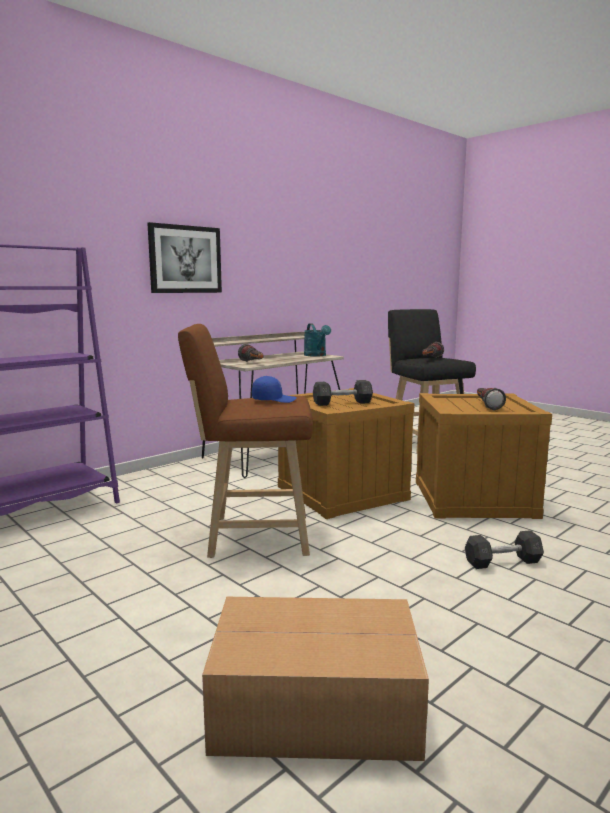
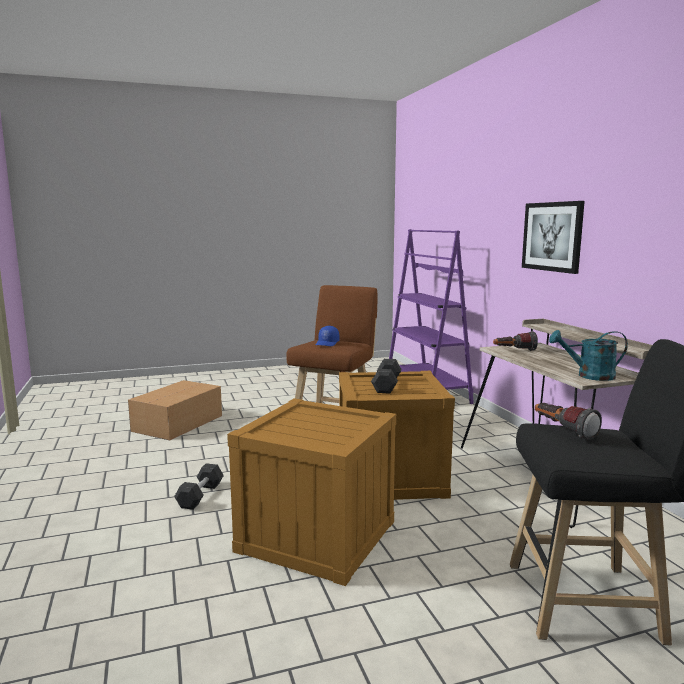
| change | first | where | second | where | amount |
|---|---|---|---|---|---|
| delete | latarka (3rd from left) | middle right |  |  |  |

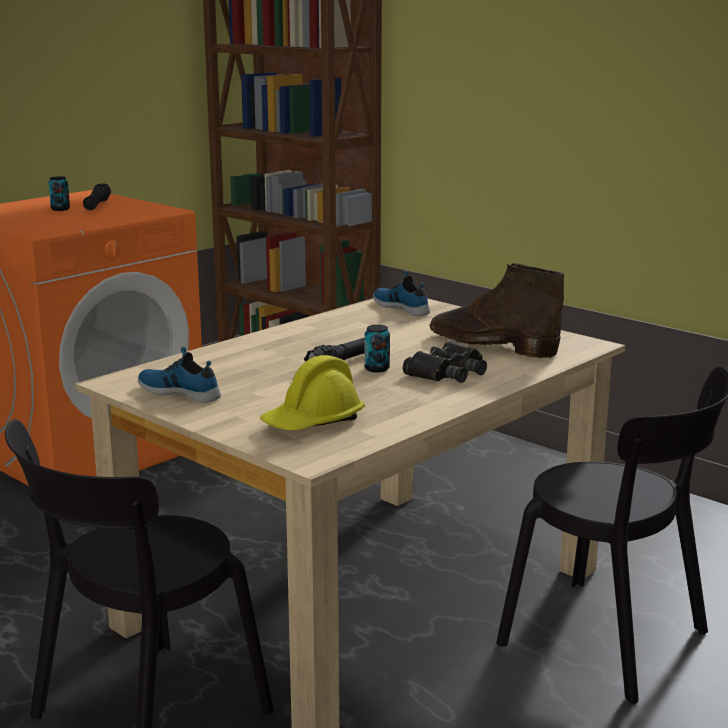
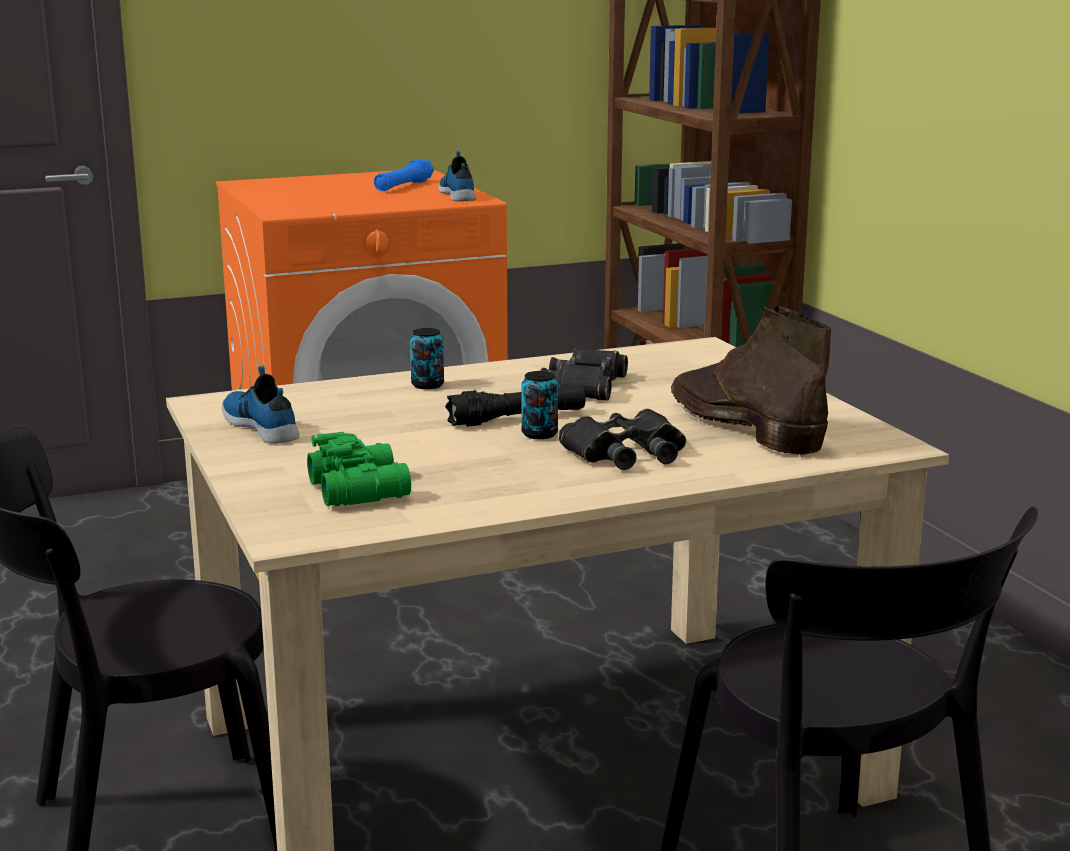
| change | first | where | second | where | amount |
|---|---|---|---|---|---|
| insert |  |  | lornetka (czarny) (1st from left) | centre |  |
| move | puszka (1st from left) | top left |  | centre |  |
| move | but (2nd from left) | centre |  | top centre |  |
| replace | kask (żółty) | centre | lornetka (zielony) | centre |  |
| recolor | latarka (czarny) (1st from left) | top left | latarka (niebieski) | top centre |  |

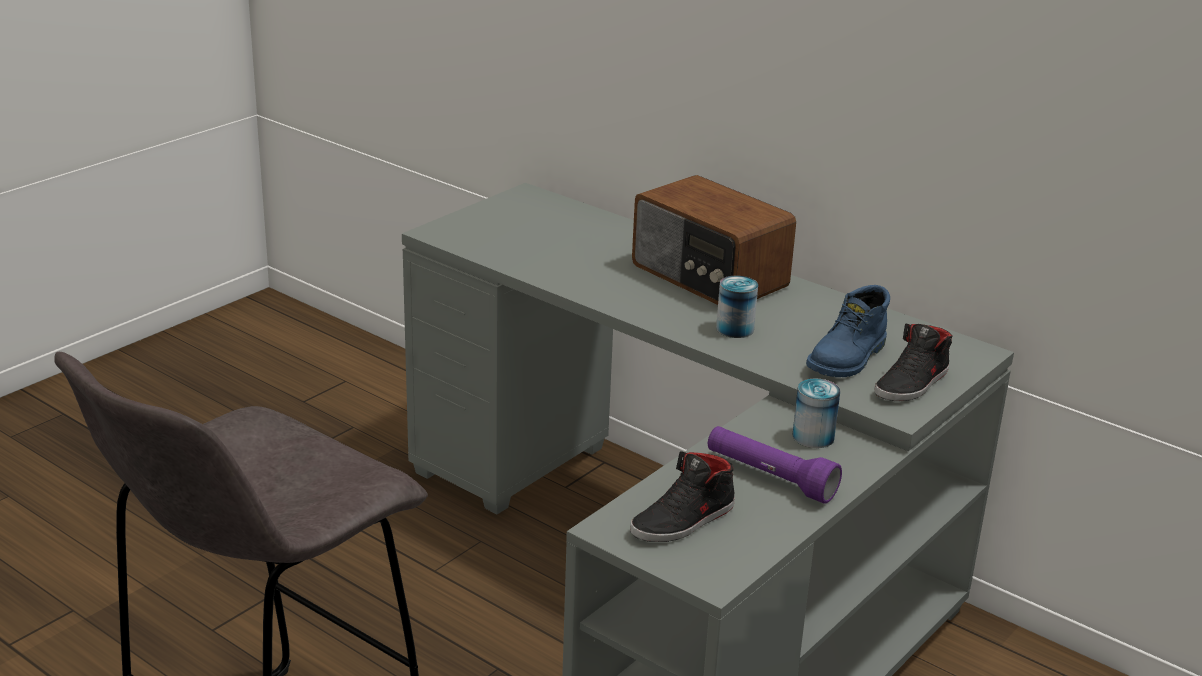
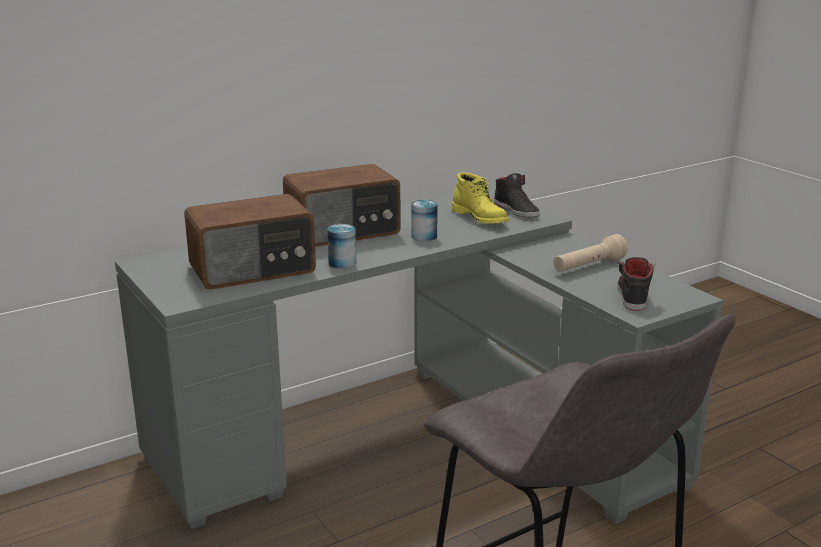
| change | first | where | second | where | amount |
|---|---|---|---|---|---|
| insert |  |  | radio (1st from left) | middle left |  |
| move | puszka (2nd from left in the first image) | middle right | puszka (1st from left) | centre |  |
| recolor | latarka (fioletowy) | bottom centre | latarka (beżowy) | middle right |  |
| recolor | but z cholewką (niebieski) | middle right | but z cholewką (żółty) | centre |  |
| rotate | but (czarny) (1st from left in the first image) | bottom centre | but (czarny) (2nd from left) | middle right | 150 degrees counterclockwise |

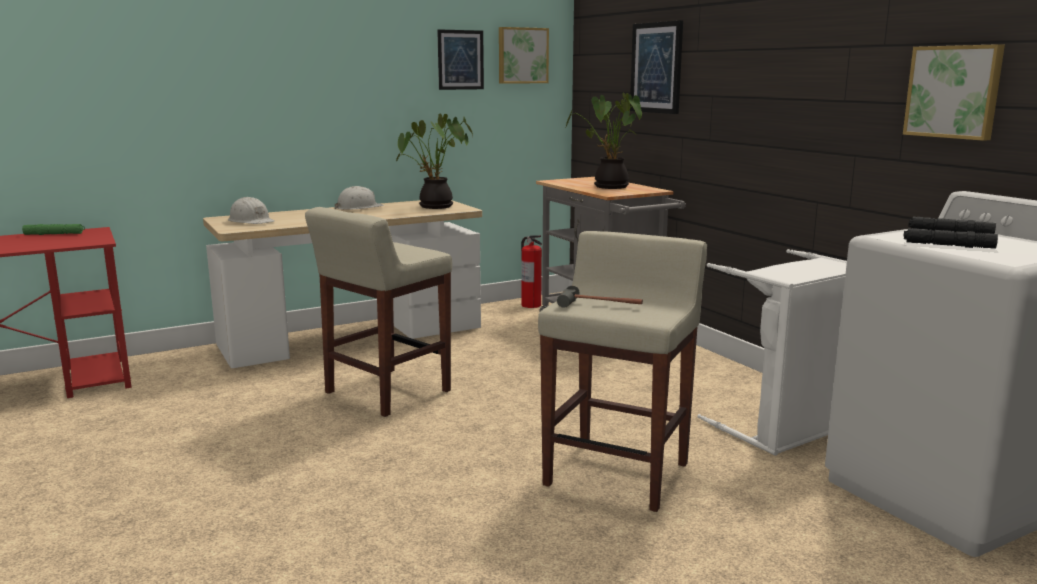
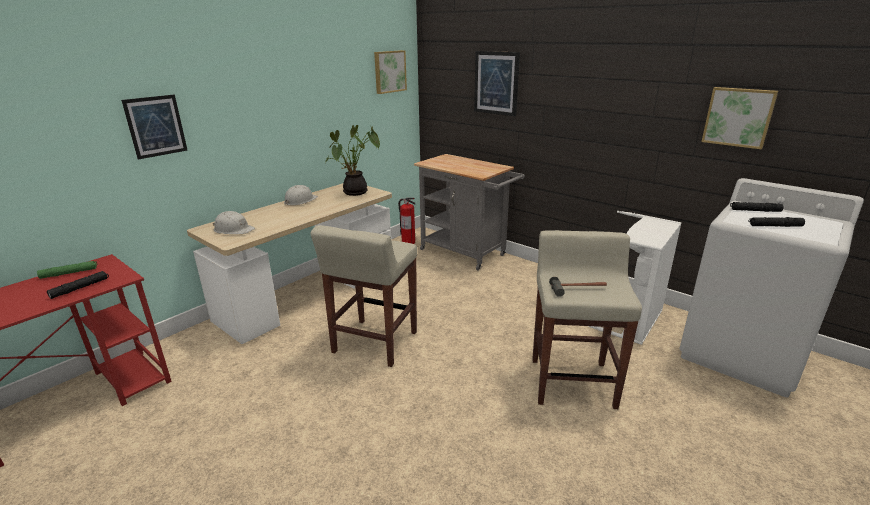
| change | first | where | second | where | amount |
|---|---|---|---|---|---|
| delete | roślina doniczkowa (2nd from left) | top centre |  |  |  |
| insert |  |  | latarka (czarny) (1st from left) | middle left |  |
| move | obraz (1st from left) | top centre |  | top left |  |

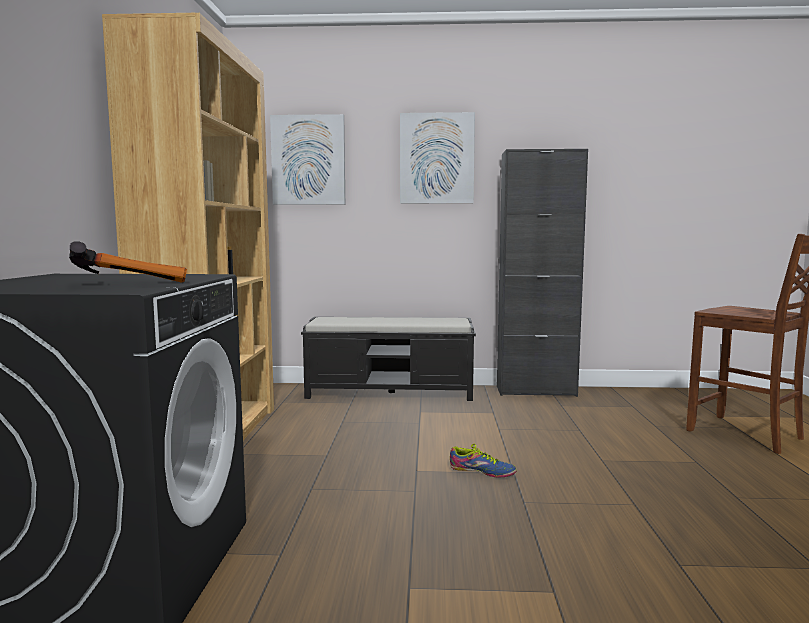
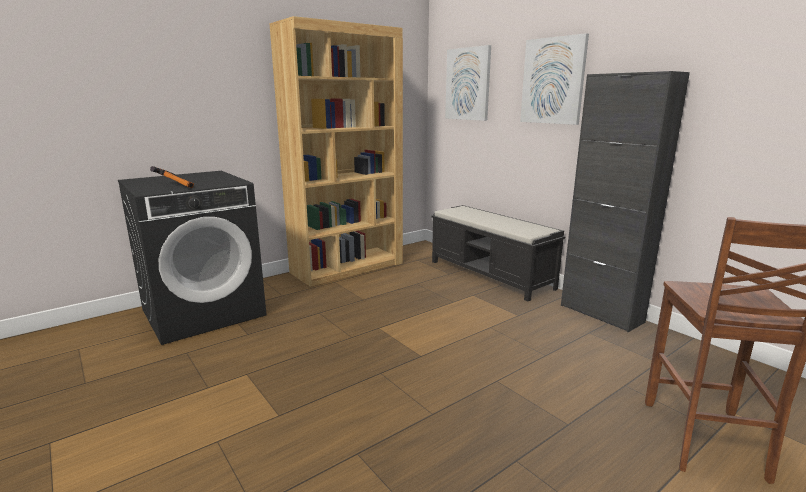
| change | first | where | second | where | amount |
|---|---|---|---|---|---|
| delete | but | bottom centre |  |  |  |

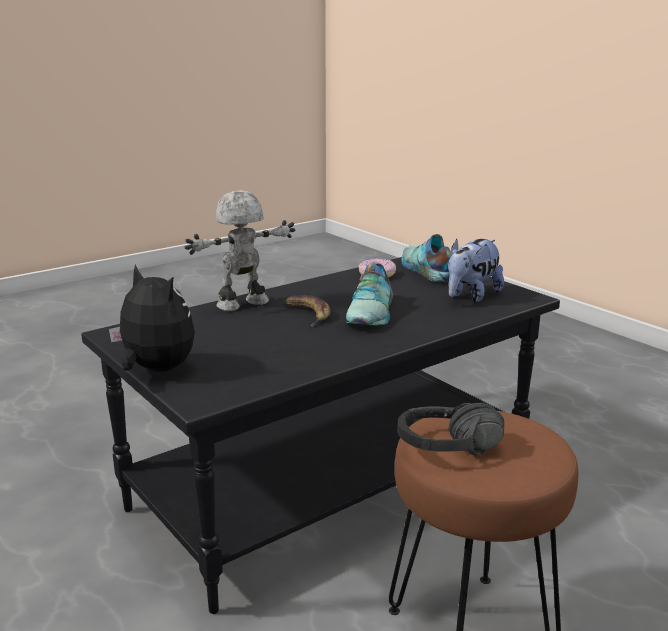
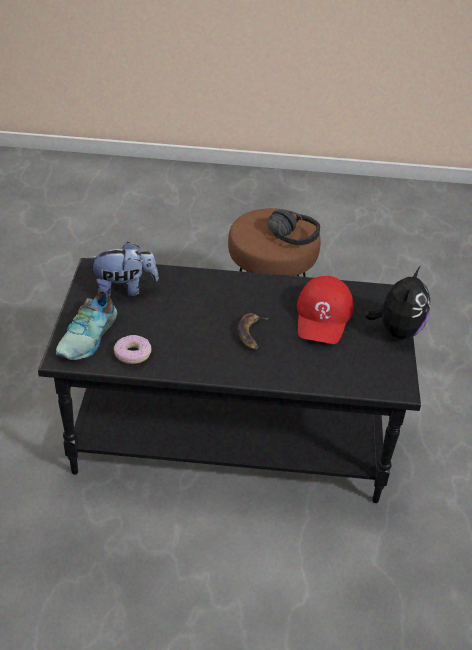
| change | first | where | second | where | amount |
|---|---|---|---|---|---|
| delete | robot zabawkowy | centre |  |  |  |
| delete | but (1st from left) | centre |  |  |  |
| insert |  |  | czapka z daszkiem (czerwony) | middle right |  |
| rotate | pluszak (1st from left in the first image) | middle left | pluszak (2nd from left) | middle right | 150 degrees counterclockwise |

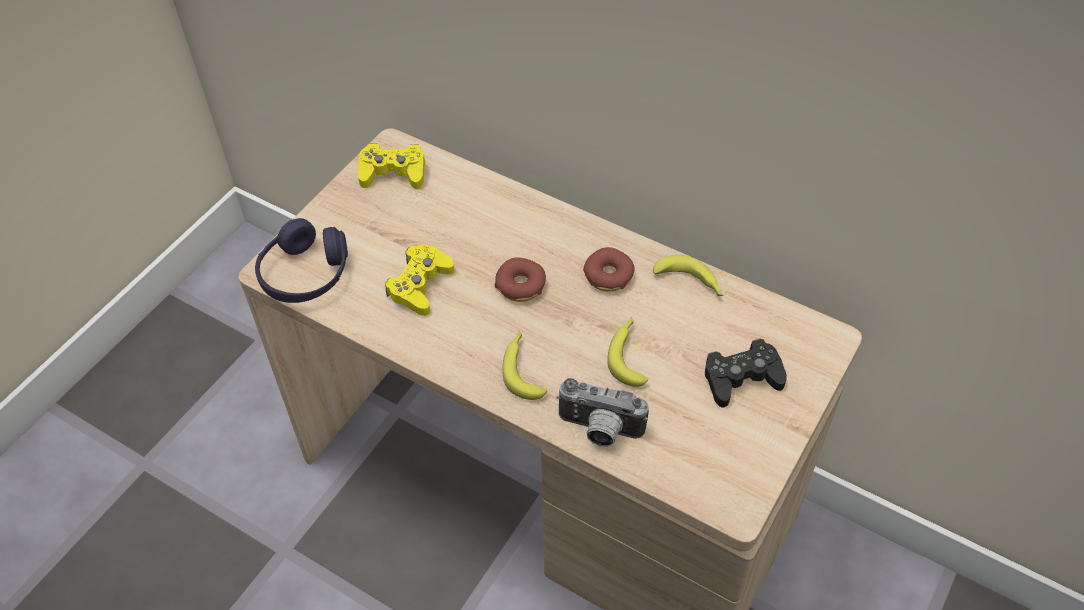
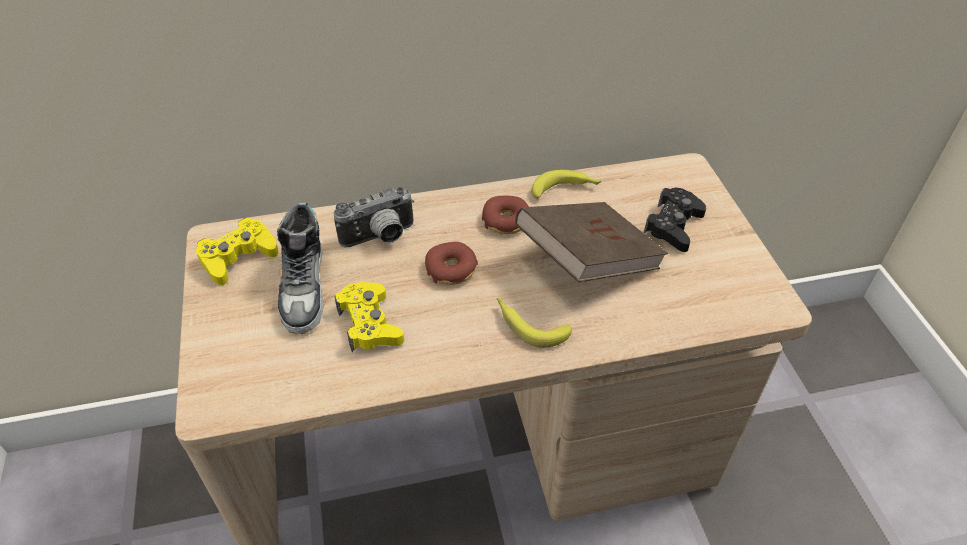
| change | first | where | second | where | amount |
|---|---|---|---|---|---|
| delete | słuchawki (fioletowy) | middle left |  |  |  |
| insert |  |  | but | middle left |  |
| move | aparat fotograficzny | bottom centre |  | centre |  |
| replace | banan (2nd from left) | centre | książka (brązowy) | centre |  |

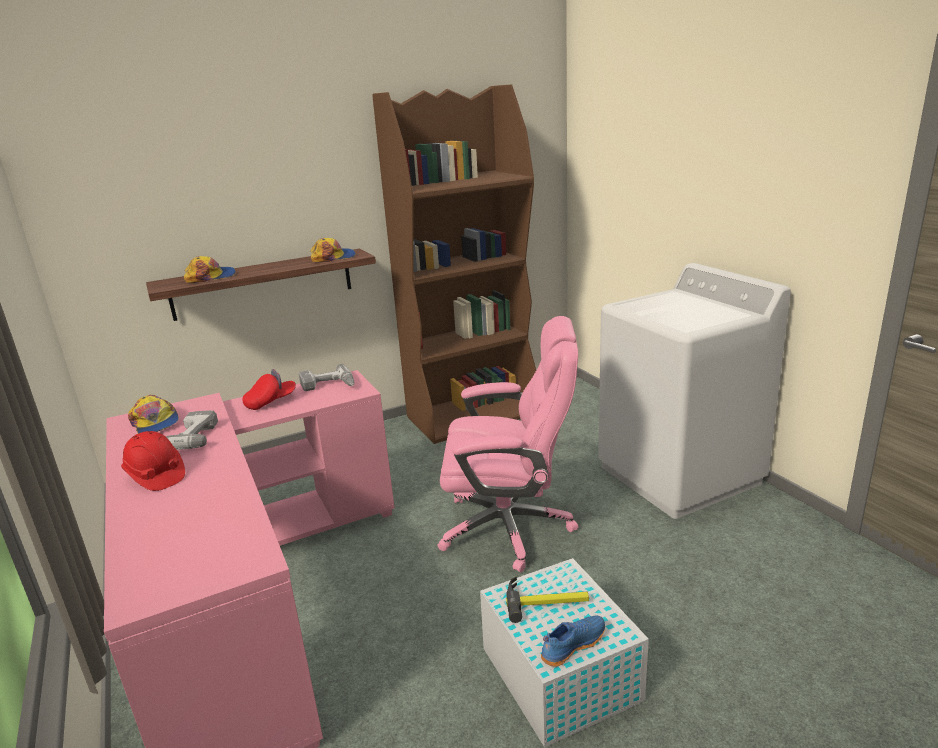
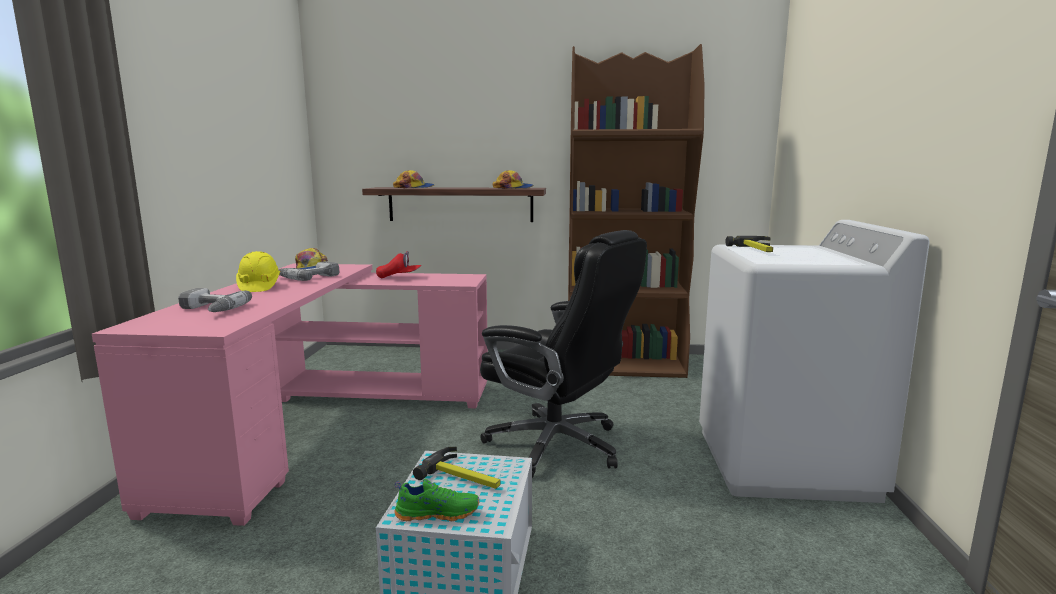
| change | first | where | second | where | amount |
|---|---|---|---|---|---|
| insert |  |  | młotek (2nd from left) | middle right |  |
| move | wiertarka (2nd from left in the first image) | centre | wiertarka (1st from left) | middle left |  |
| recolor | kask (czerwony) | middle left | kask (żółty) | middle left |  |
| recolor | krzesło biurowe (różowy) | centre | krzesło biurowe (czarny) | centre |  |
| recolor | but (niebieski) | bottom centre | but (zielony) | bottom centre |  |

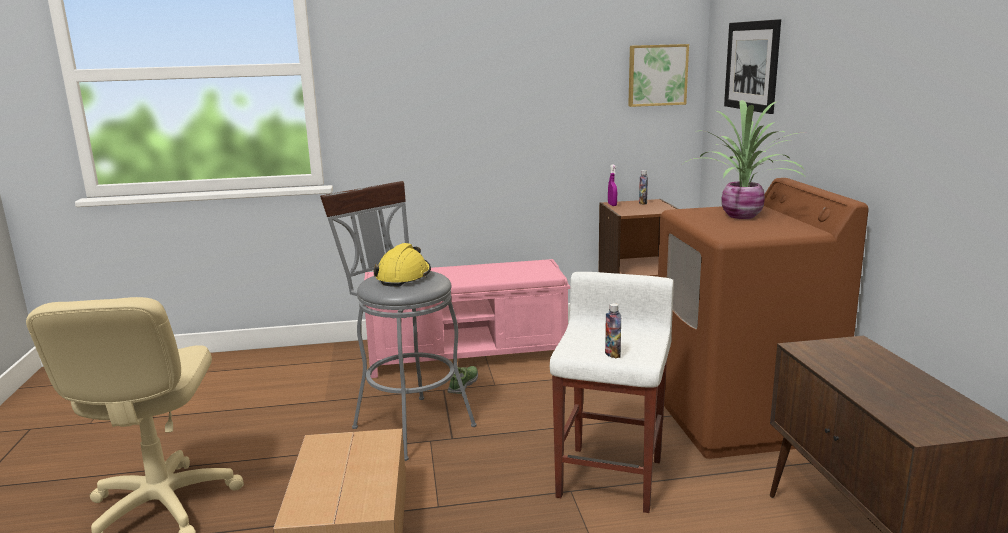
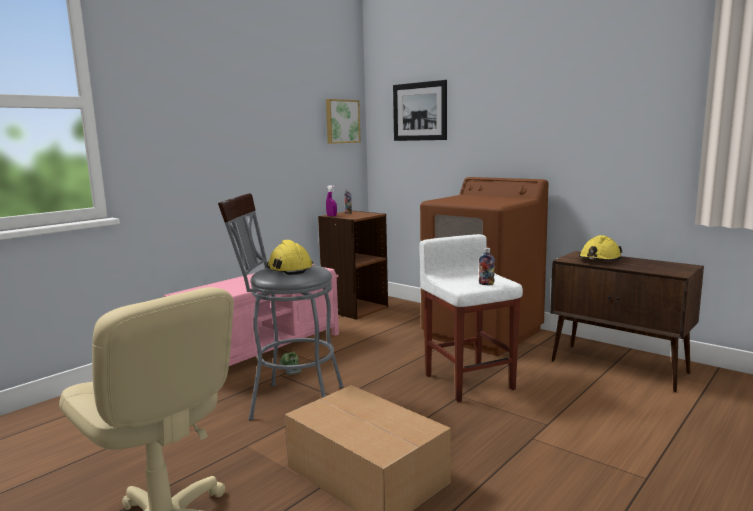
| change | first | where | second | where | amount |
|---|---|---|---|---|---|
| delete | roślina doniczkowa | top right |  |  |  |
| insert |  |  | kask (żółty) (2nd from left) | middle right |  |

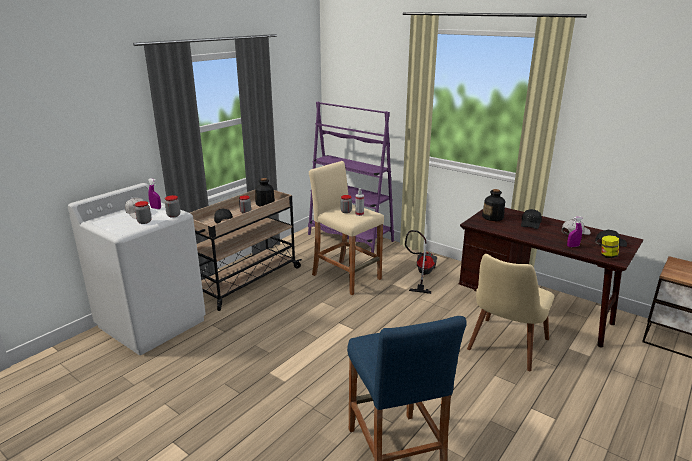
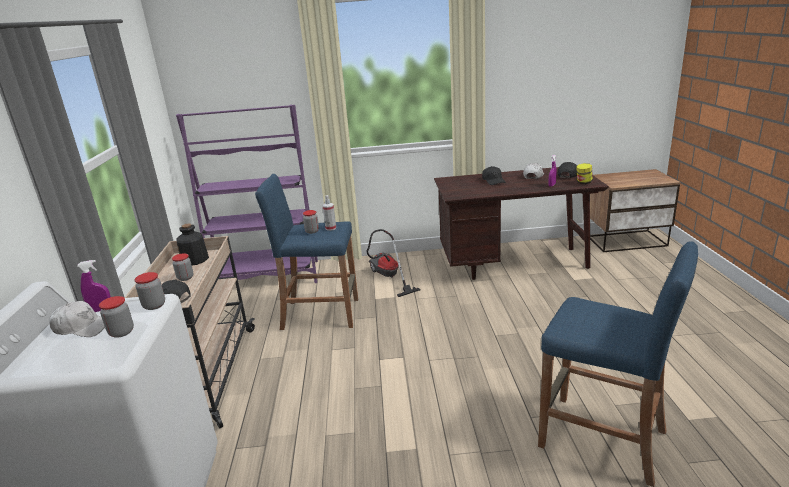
| change | first | where | second | where | amount |
|---|---|---|---|---|---|
| delete | krzesło (beżowy) | bottom right |  |  |  |
| delete | butelka (2nd from left) | middle right |  |  |  |
| recolor | stołek (beżowy) | centre | stołek (niebieski) (1st from left) | centre |  |

